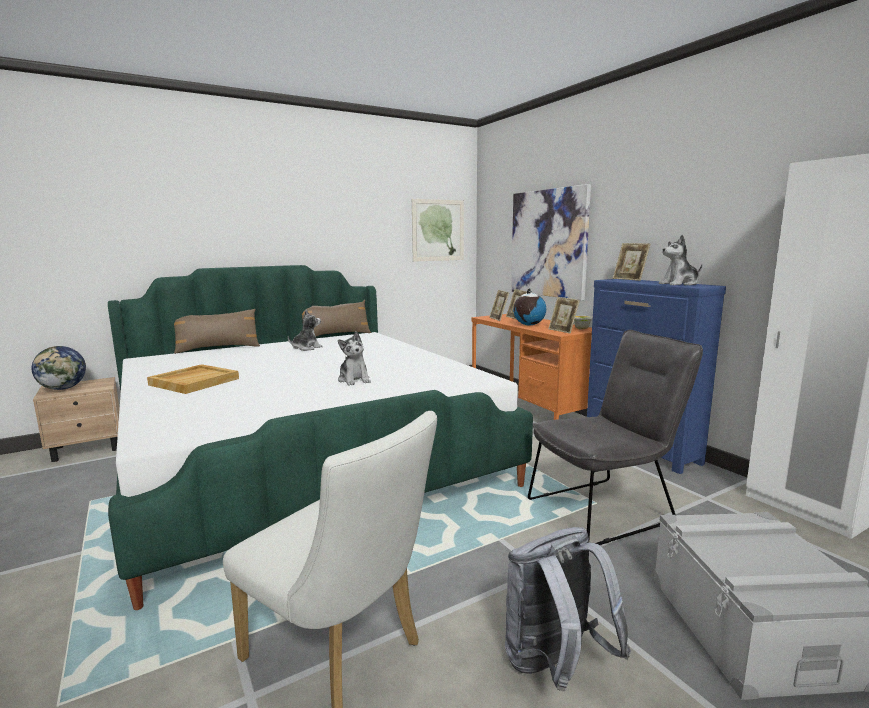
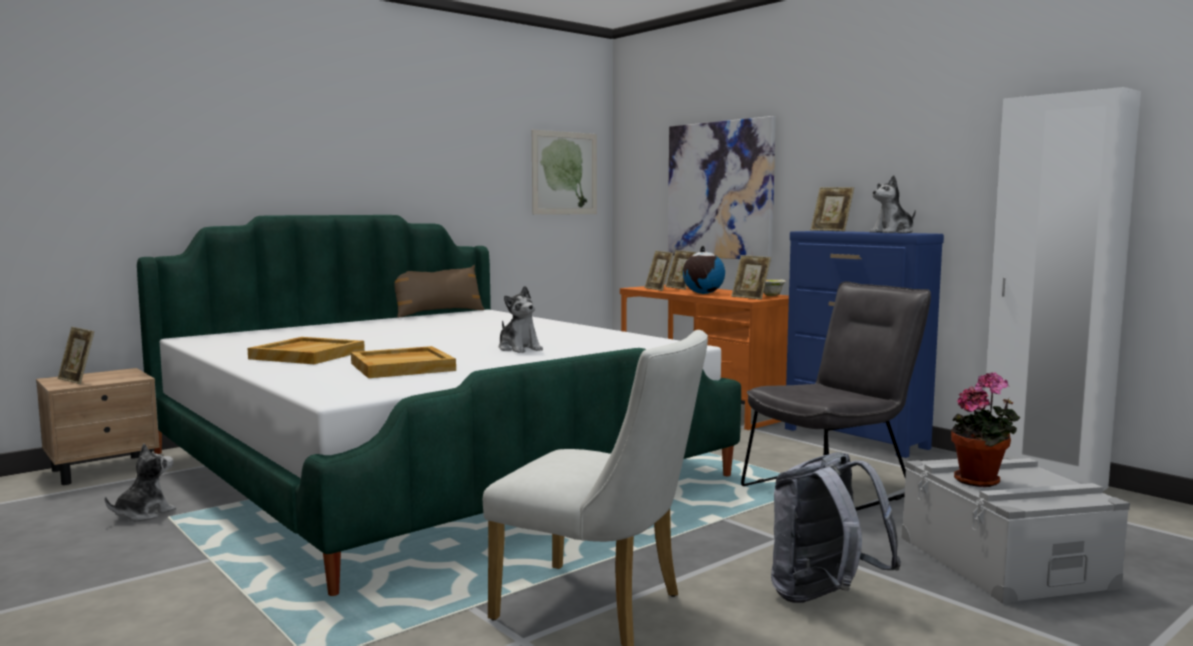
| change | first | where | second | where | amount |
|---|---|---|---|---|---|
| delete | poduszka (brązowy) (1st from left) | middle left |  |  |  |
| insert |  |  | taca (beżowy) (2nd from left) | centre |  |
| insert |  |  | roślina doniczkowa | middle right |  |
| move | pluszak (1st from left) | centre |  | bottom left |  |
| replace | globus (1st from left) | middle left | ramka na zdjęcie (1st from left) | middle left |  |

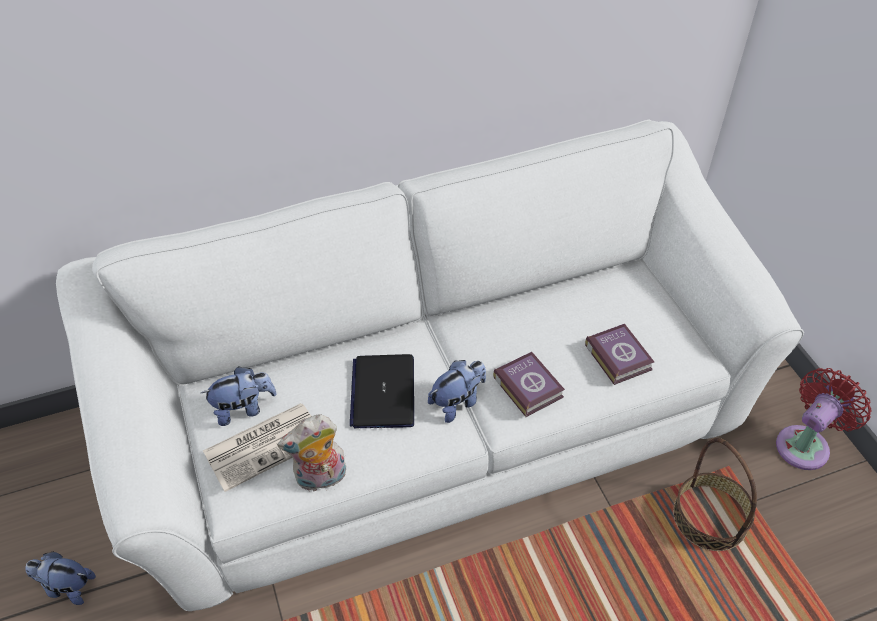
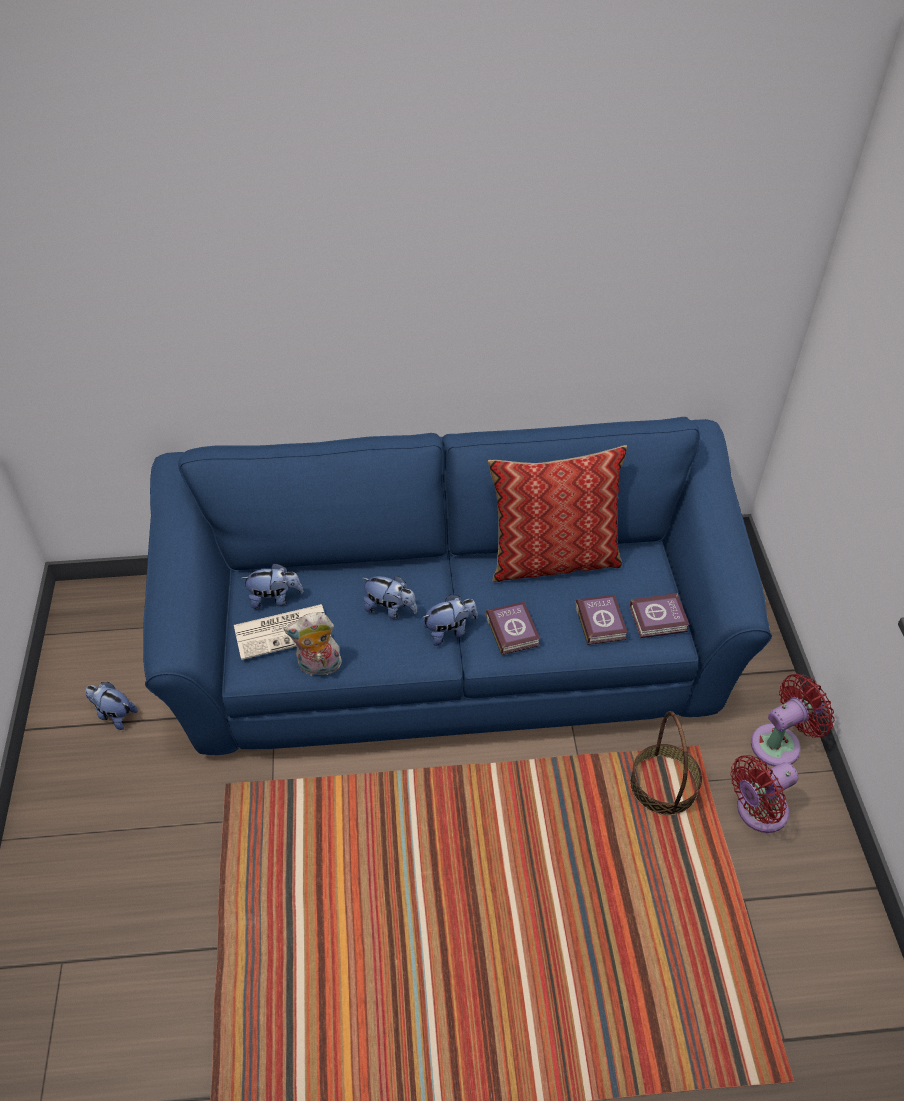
| change | first | where | second | where | amount |
|---|---|---|---|---|---|
| insert |  |  | poduszka | centre |  |
| insert |  |  | książka (3rd from left) | middle right |  |
| insert |  |  | wentylator (czerwony) (1st from left) | bottom right |  |
| replace | laptop | centre | pluszak (4th from left) | centre |  |
| recolor | kanapa (biały) | centre | kanapa (niebieski) | centre |  |

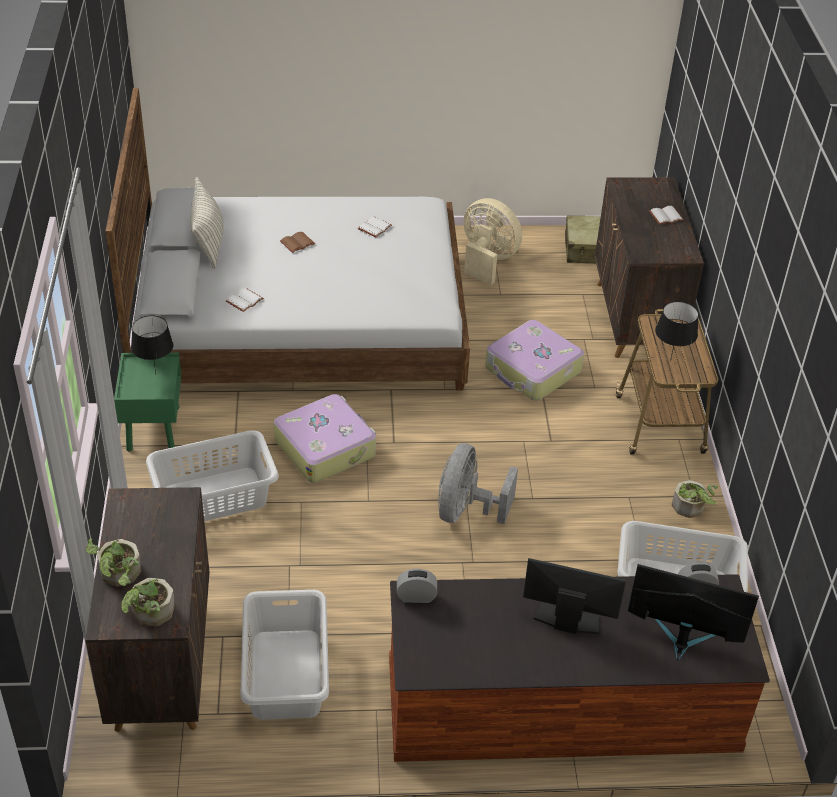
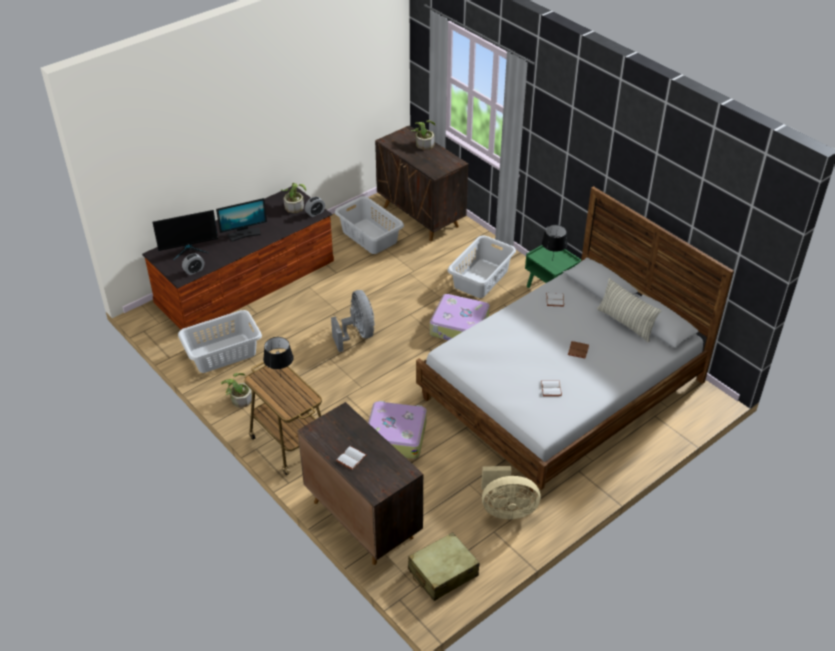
| change | first | where | second | where | amount |
|---|---|---|---|---|---|
| move | roślina doniczkowa (2nd from left) | bottom left |  | top centre |  |

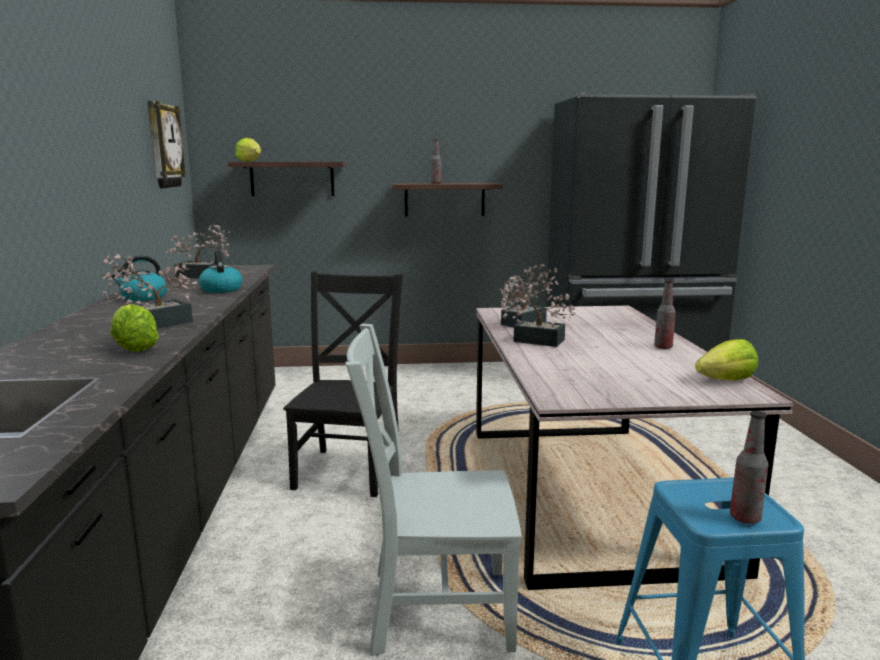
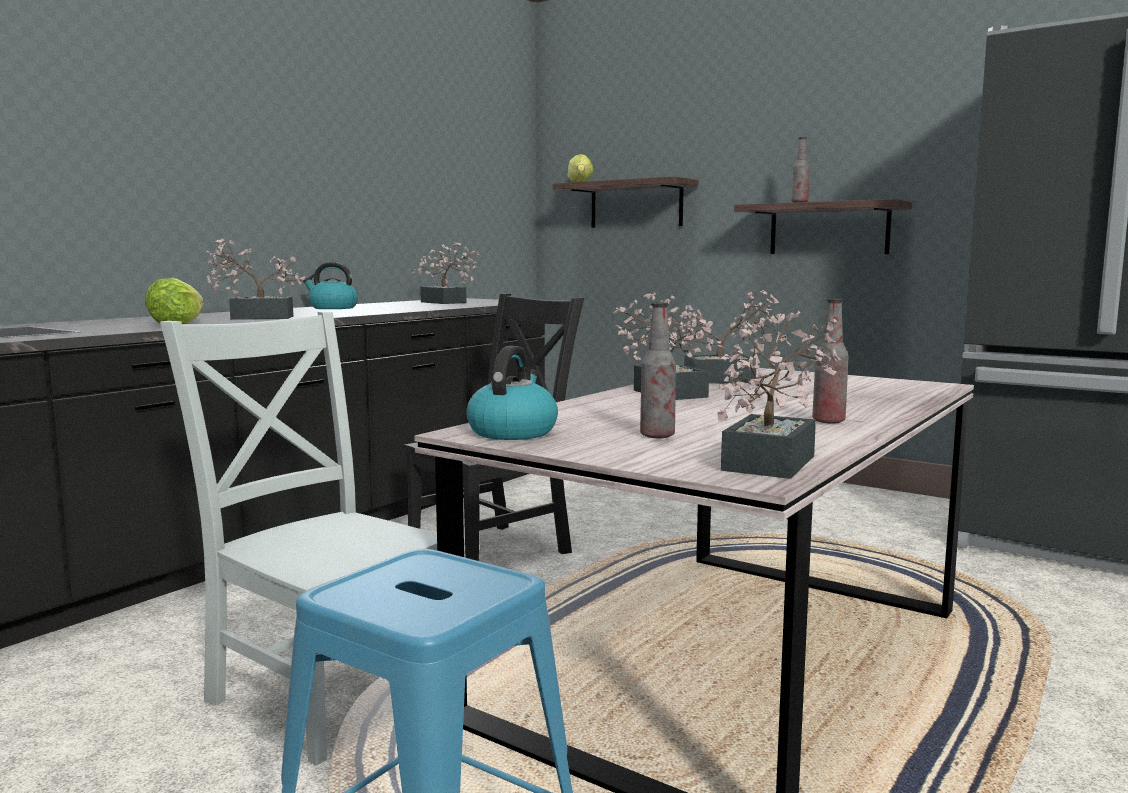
| change | first | where | second | where | amount |
|---|---|---|---|---|---|
| delete | zegar ścienny | top left |  |  |  |
| move | czajnik (2nd from left) | middle left |  | centre |  |
| move | butelka (3rd from left in the first image) | bottom right | butelka (1st from left) | centre |  |
| replace | sałata (3rd from left) | middle right | roślina doniczkowa (5th from left) | middle right |  |

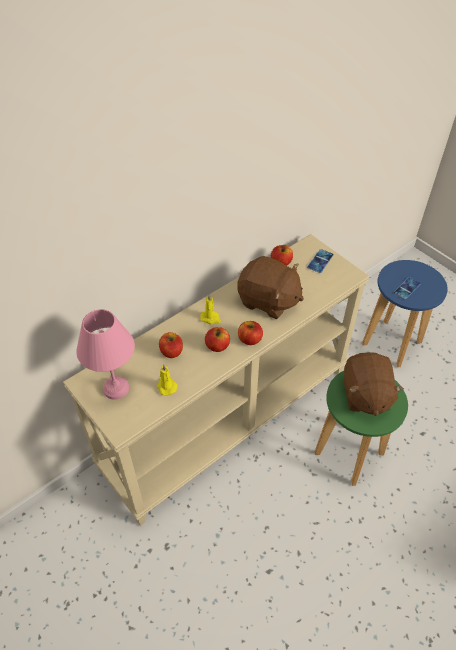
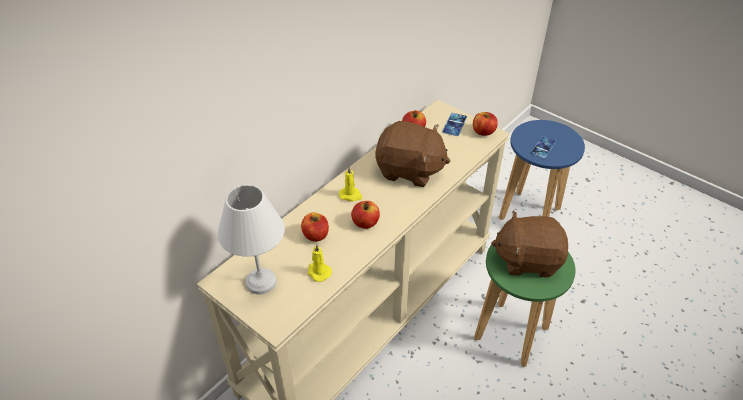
| change | first | where | second | where | amount |
|---|---|---|---|---|---|
| move | jabłko (3rd from left in the first image) | centre | jabłko (4th from left) | top centre |  |
| recolor | lampa stołowa (różowy) | middle left | lampa stołowa (biały) | centre |  |
| rotate | pluszak (brązowy) (2nd from left) | middle right |  | middle right | 105 degrees clockwise |

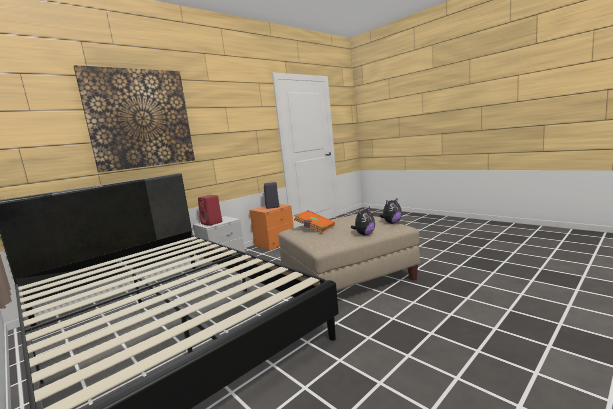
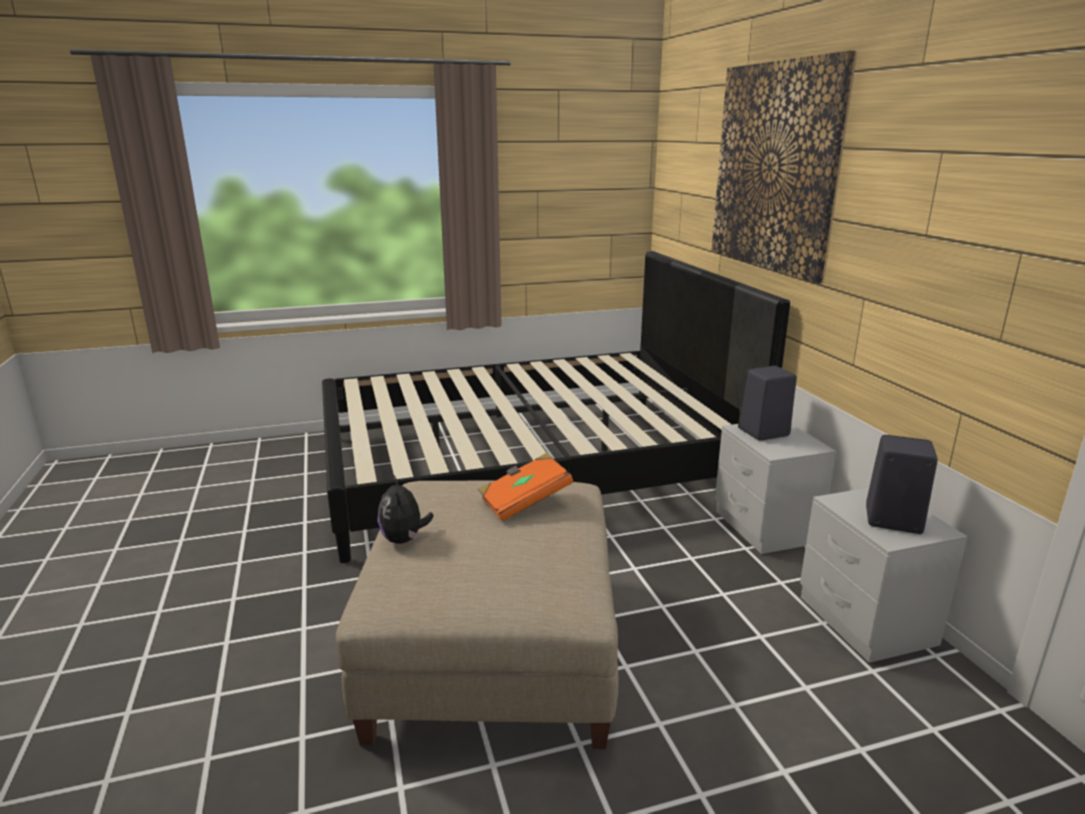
| change | first | where | second | where | amount |
|---|---|---|---|---|---|
| delete | pluszak (2nd from left) | centre |  |  |  |
| recolor | głośnik (czerwony) | centre | głośnik (czarny) (1st from left) | middle right |  |
| recolor | szafka nocna (pomarańczowy) | centre | szafka nocna (szary) (2nd from left) | bottom right |  |

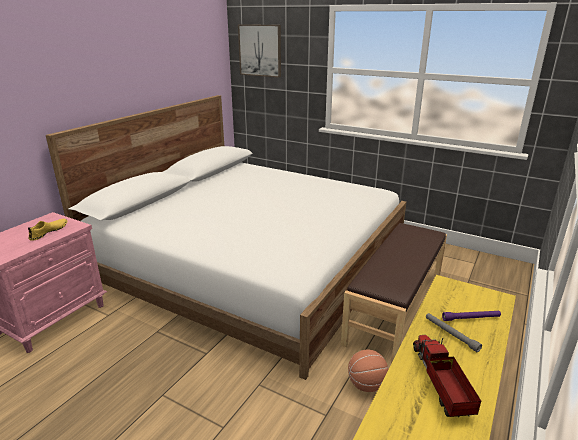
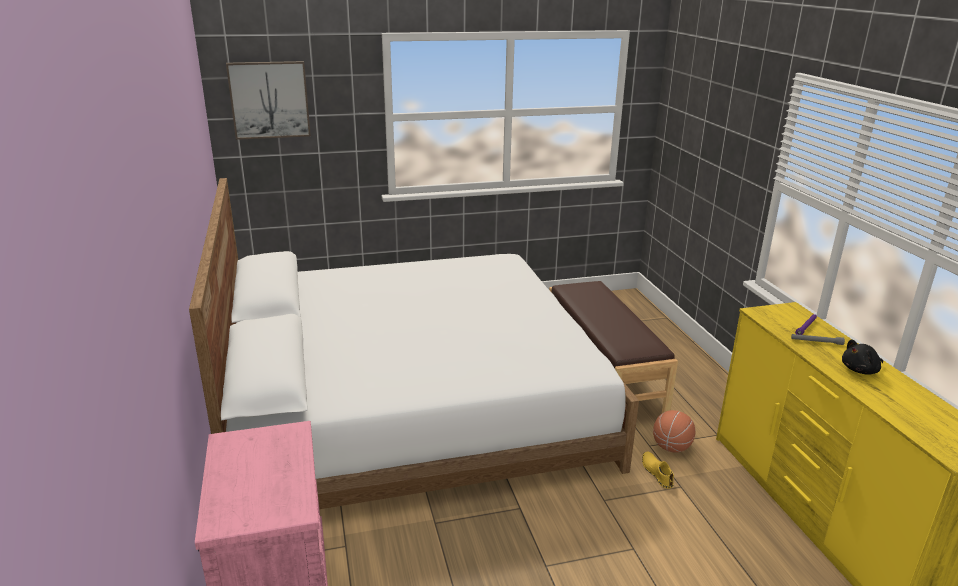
| change | first | where | second | where | amount |
|---|---|---|---|---|---|
| move | but (żółty) | middle left |  | bottom right |  |
| replace | ciężarówka zabawkowa | bottom right | pluszak (czarny) | middle right |  |

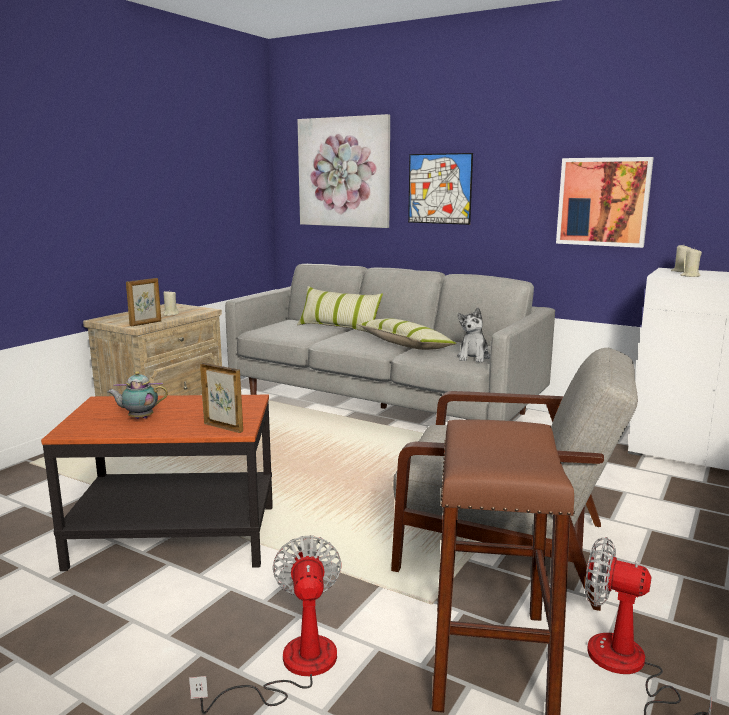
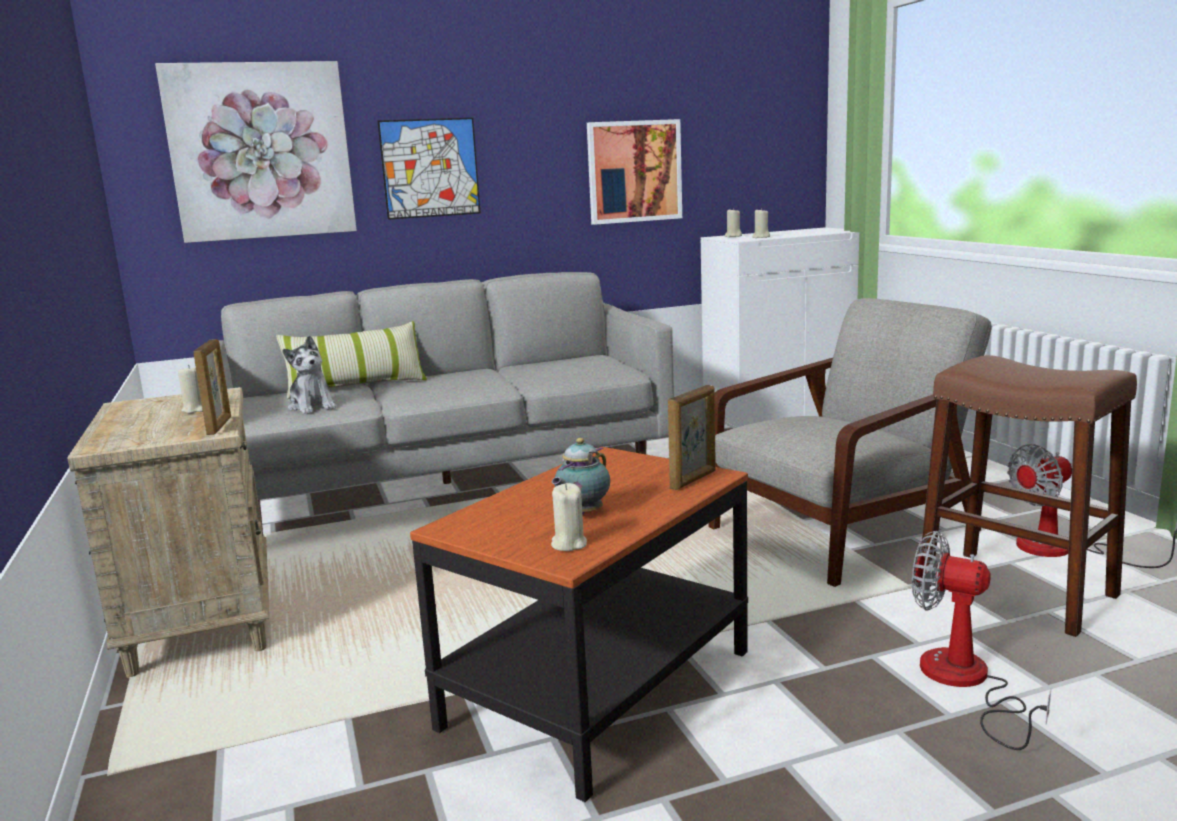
| change | first | where | second | where | amount |
|---|---|---|---|---|---|
| delete | poduszka (2nd from left) | centre |  |  |  |
| insert |  |  | świeca (beżowy) (2nd from left) | centre |  |
| move | pluszak | centre |  | middle left |  |
| rotate | ramka na zdjęcie (2nd from left) | middle left |  | centre | 150 degrees clockwise |

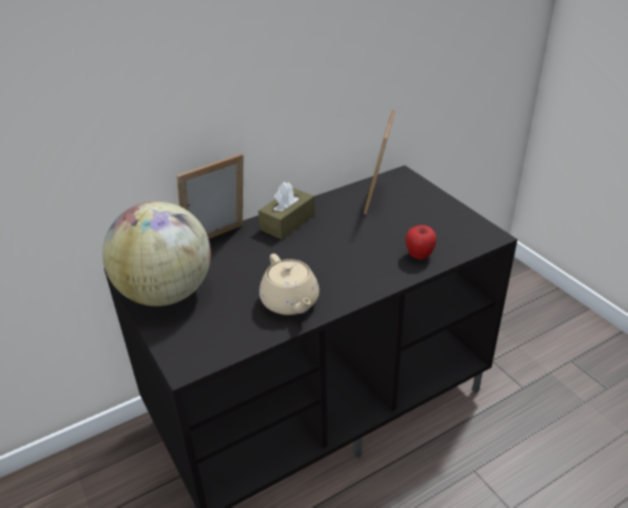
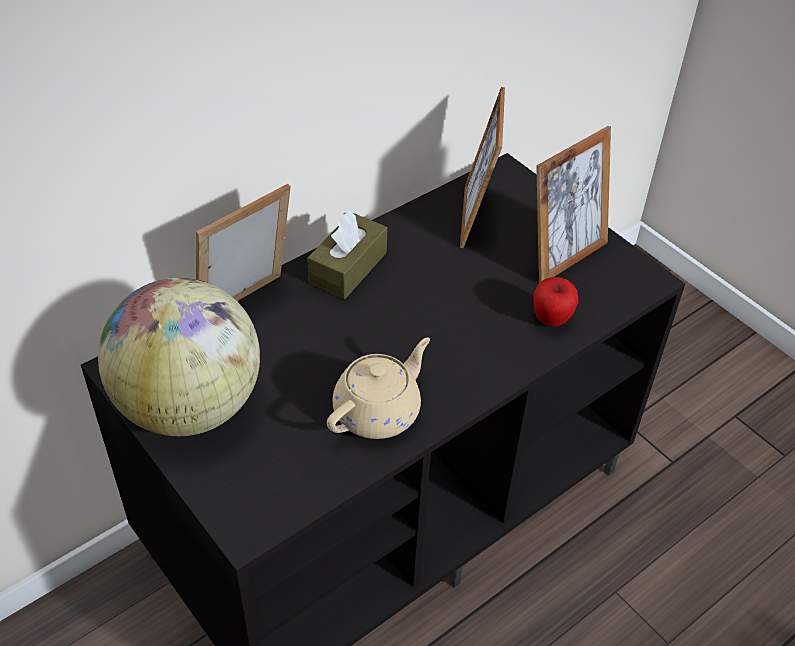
| change | first | where | second | where | amount |
|---|---|---|---|---|---|
| insert |  |  | ramka na zdjęcie (3rd from left) | top right |  |
| rotate | imbryk (beżowy) | centre |  | centre | 105 degrees counterclockwise |

